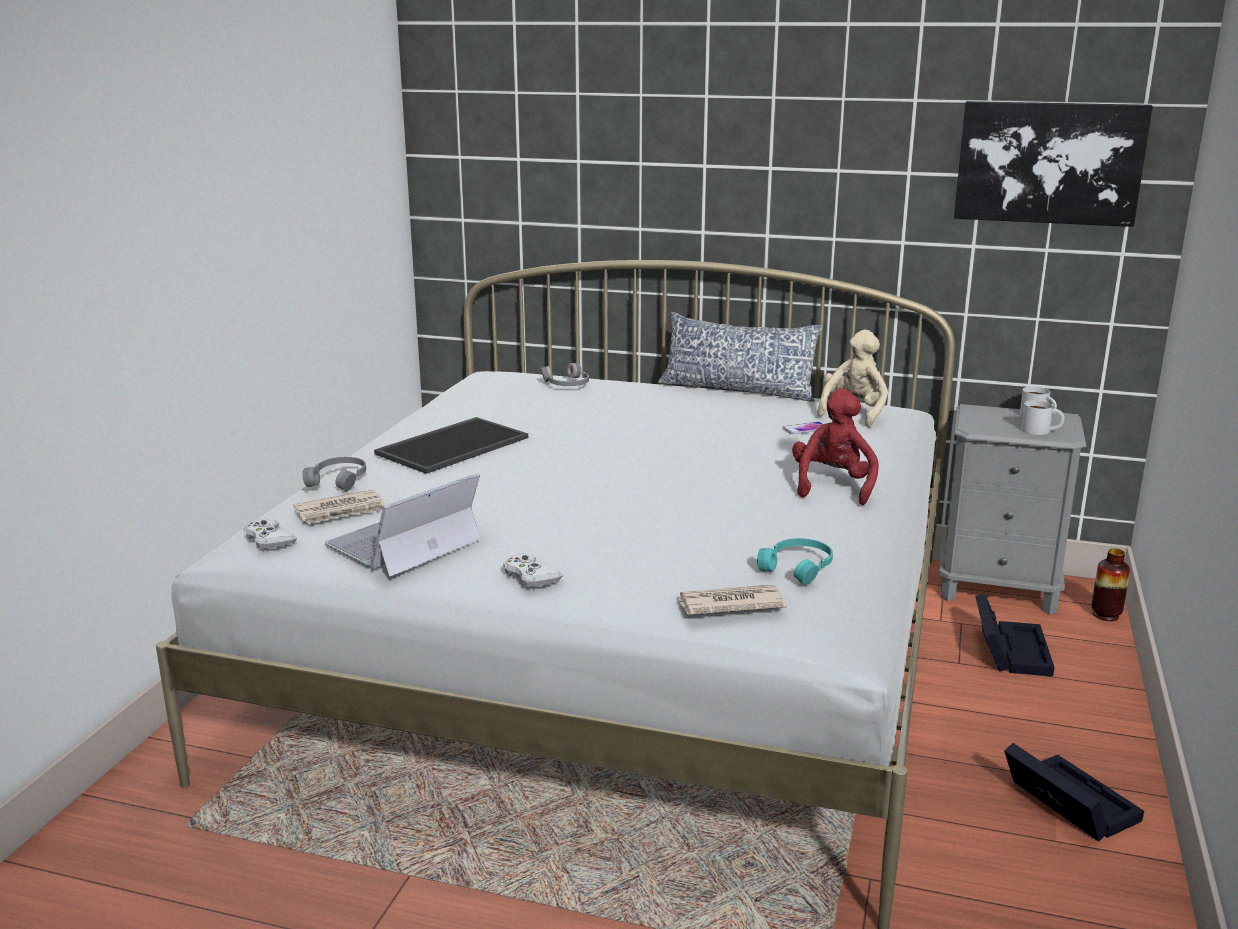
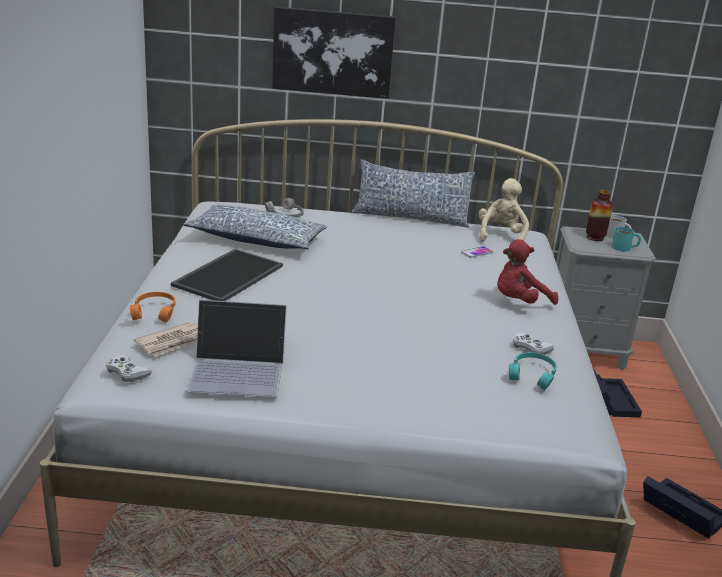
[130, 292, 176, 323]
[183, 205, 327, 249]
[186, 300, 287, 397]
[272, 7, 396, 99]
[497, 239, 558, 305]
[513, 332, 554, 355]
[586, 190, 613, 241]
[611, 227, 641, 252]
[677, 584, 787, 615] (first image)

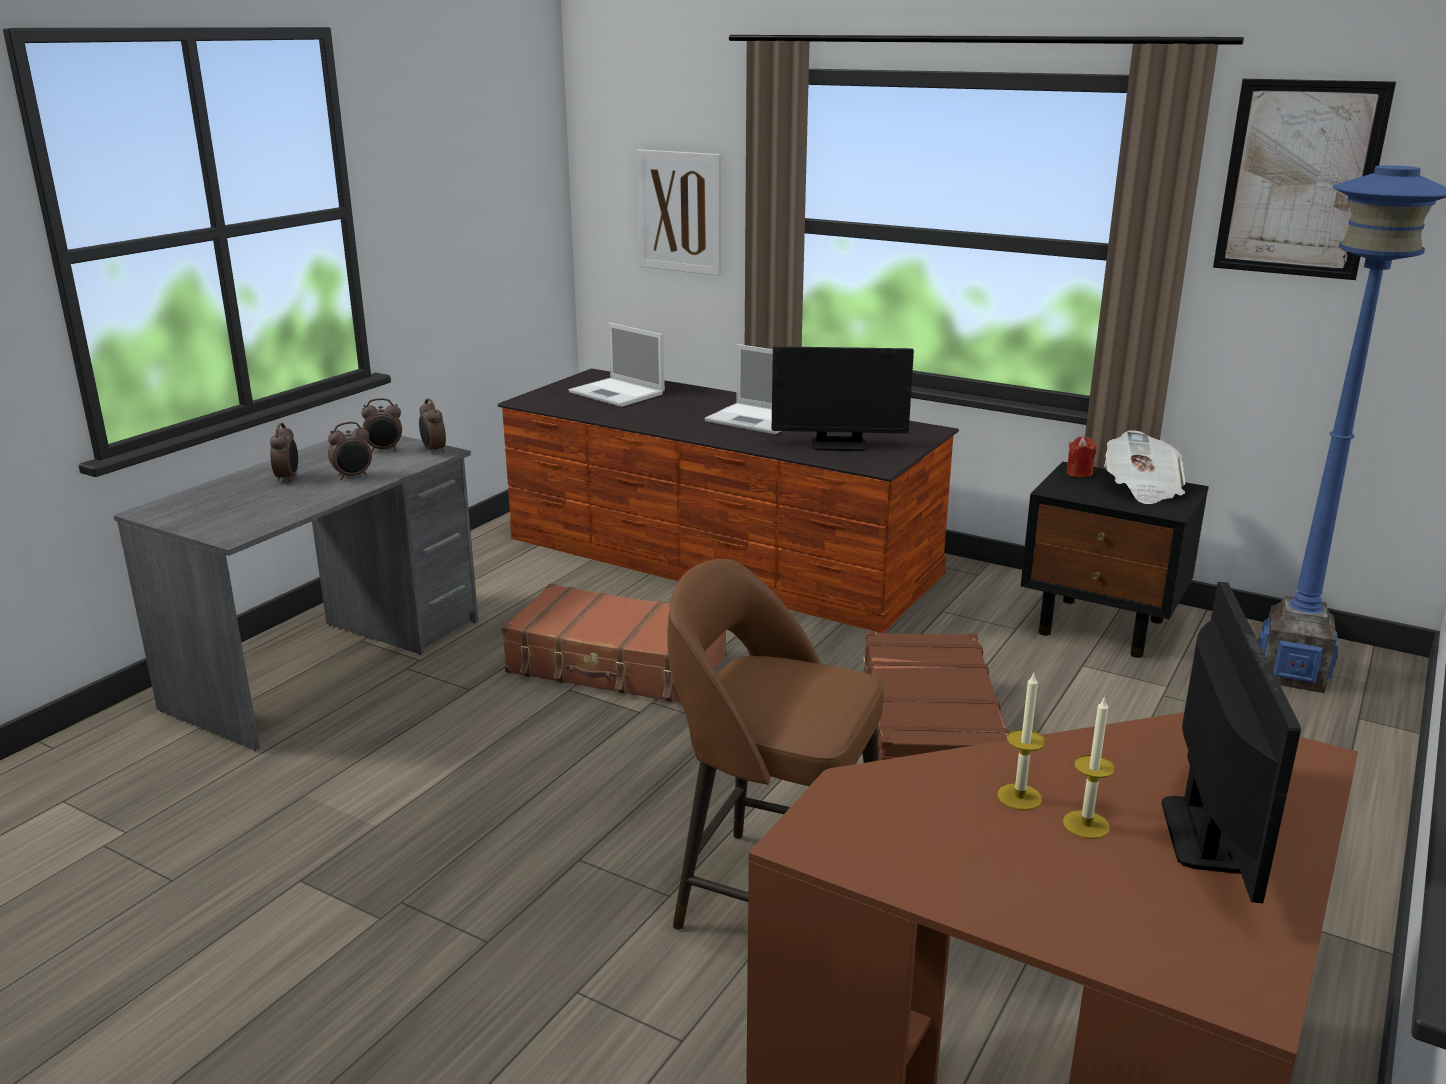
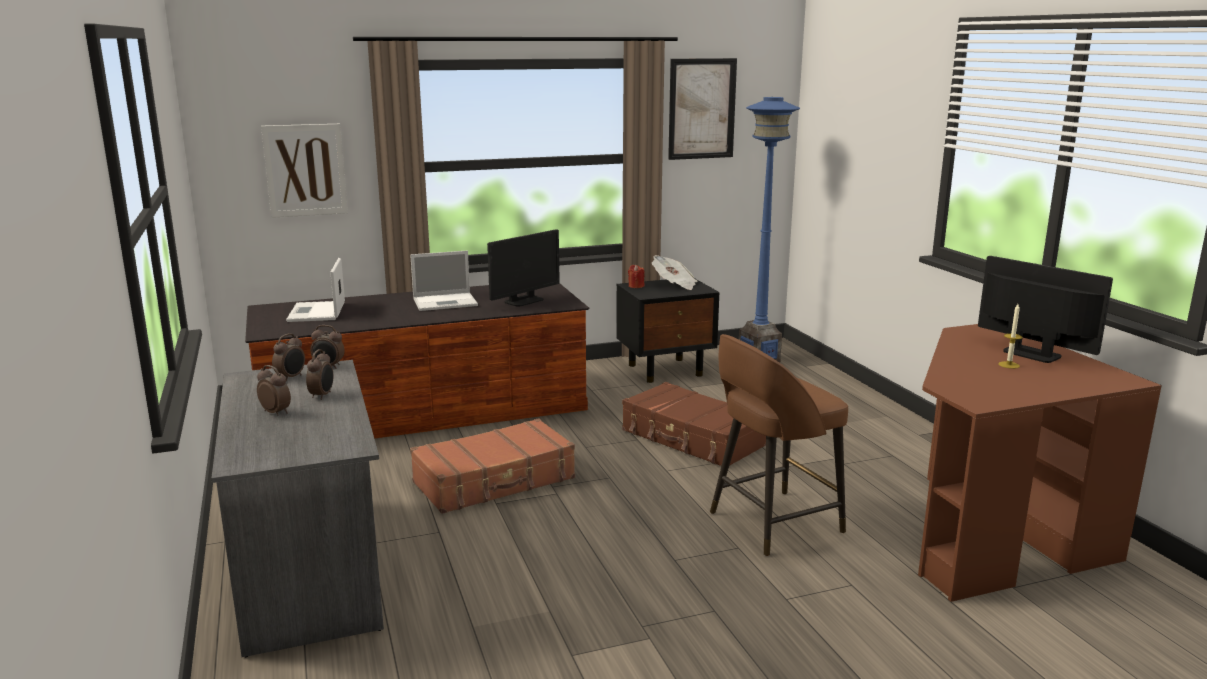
[286, 258, 345, 322]
[997, 673, 1046, 810] (first image)

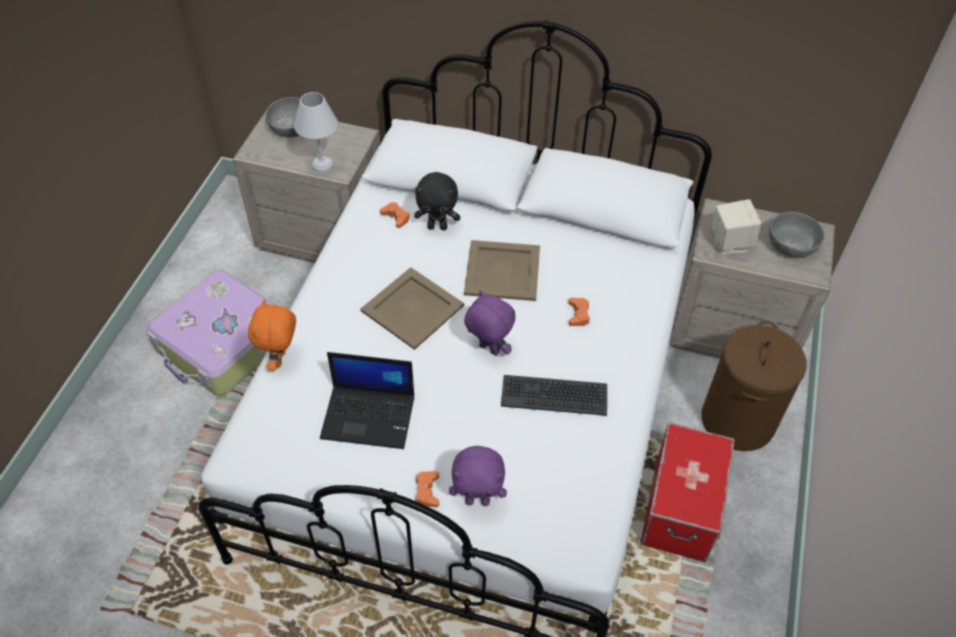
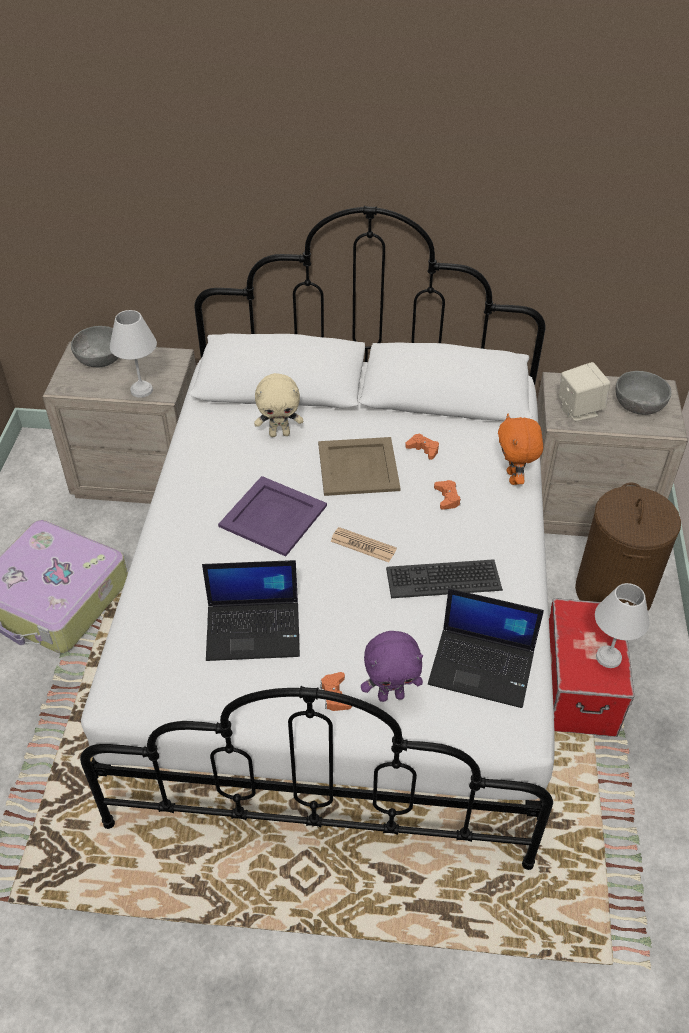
[218, 476, 327, 557]
[254, 373, 303, 437]
[330, 527, 397, 563]
[405, 433, 439, 460]
[428, 588, 544, 708]
[498, 414, 543, 485]
[595, 583, 649, 668]

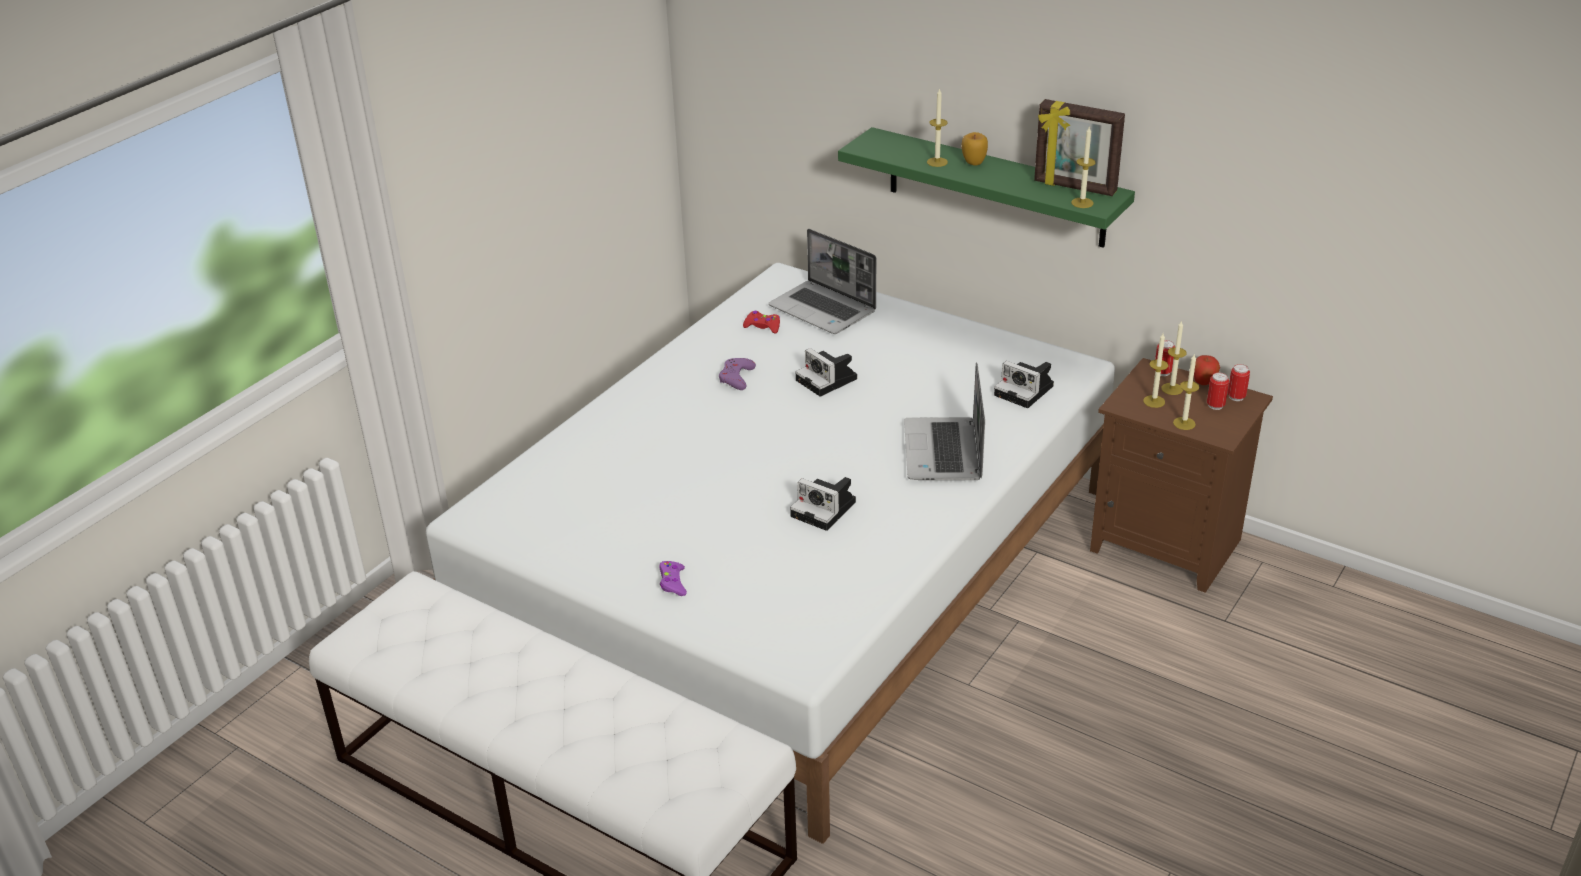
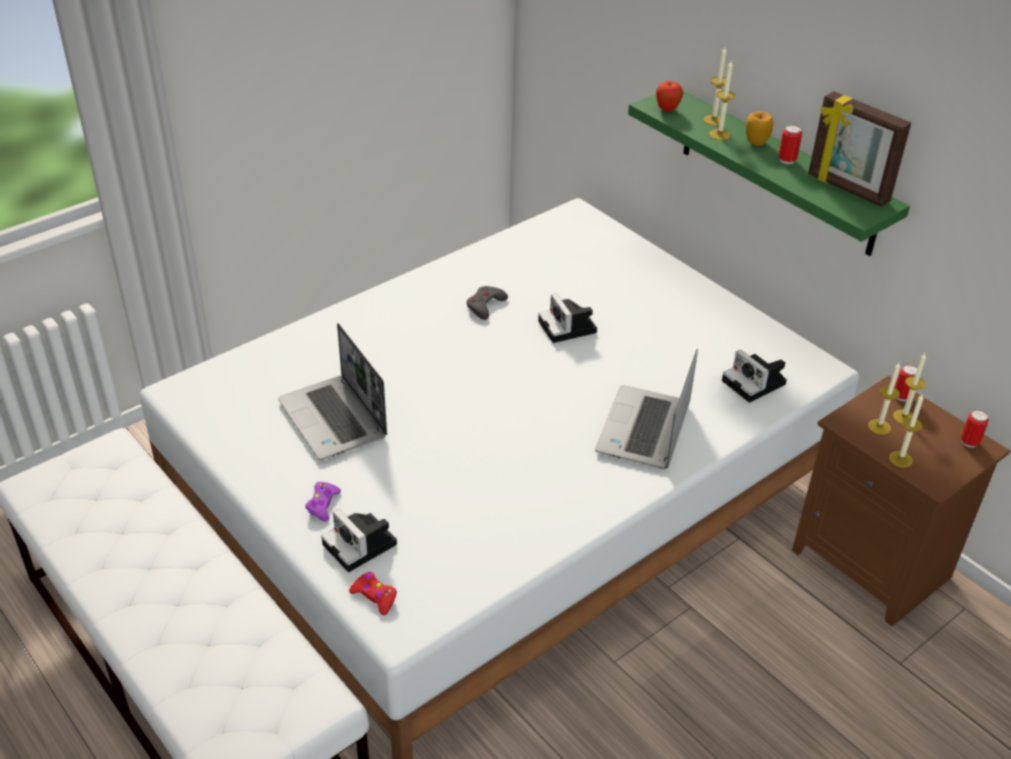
[278, 323, 387, 460]
[321, 509, 397, 572]
[349, 572, 397, 615]
[467, 286, 508, 320]
[656, 81, 683, 111]
[704, 47, 727, 126]
[778, 125, 802, 164]

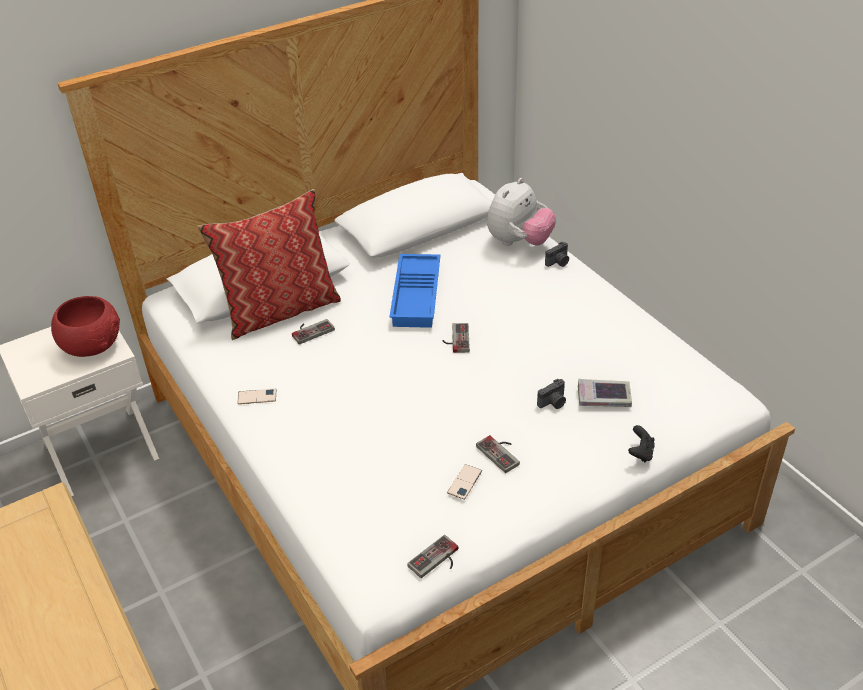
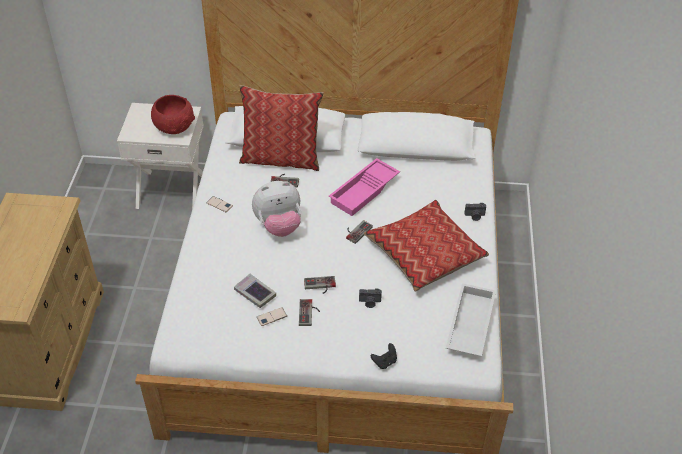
[234, 274, 276, 308]
[252, 181, 301, 237]
[304, 276, 336, 294]
[329, 158, 400, 216]
[364, 200, 489, 292]
[446, 283, 496, 357]

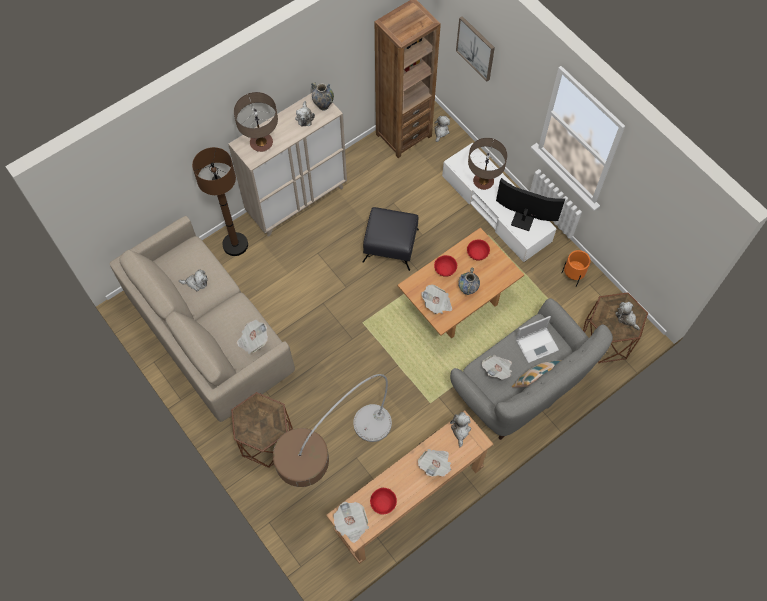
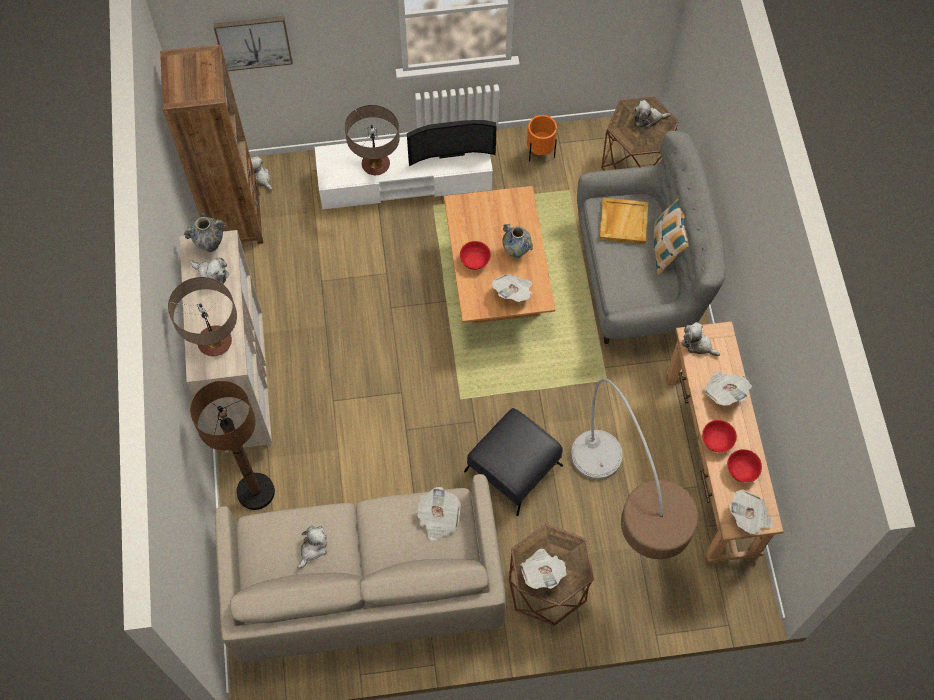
[407, 120, 497, 166]
[464, 408, 563, 516]
[521, 549, 567, 589]
[599, 198, 648, 244]
[702, 420, 737, 453]

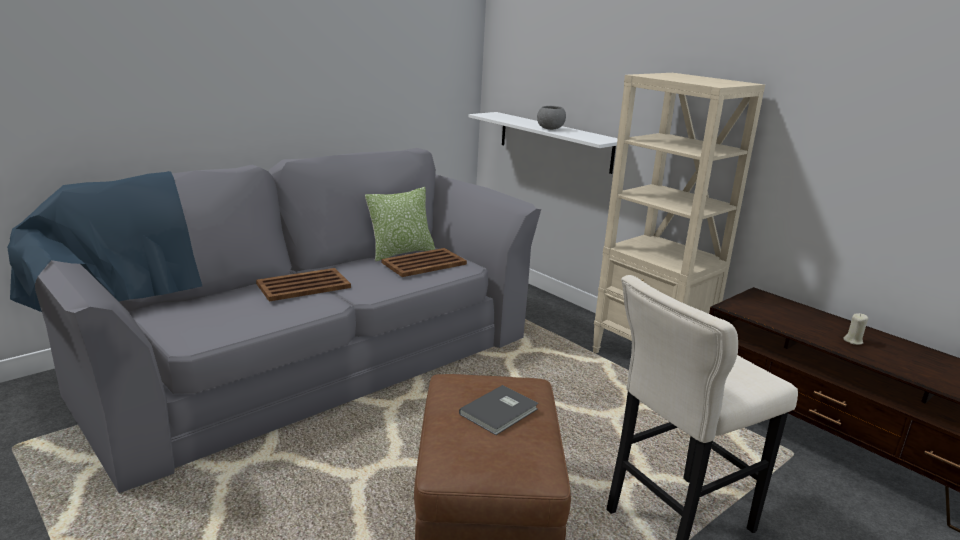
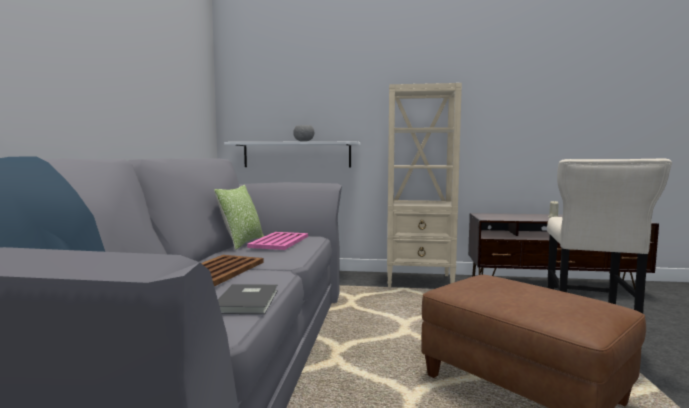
[218, 284, 278, 314]
[247, 232, 308, 250]

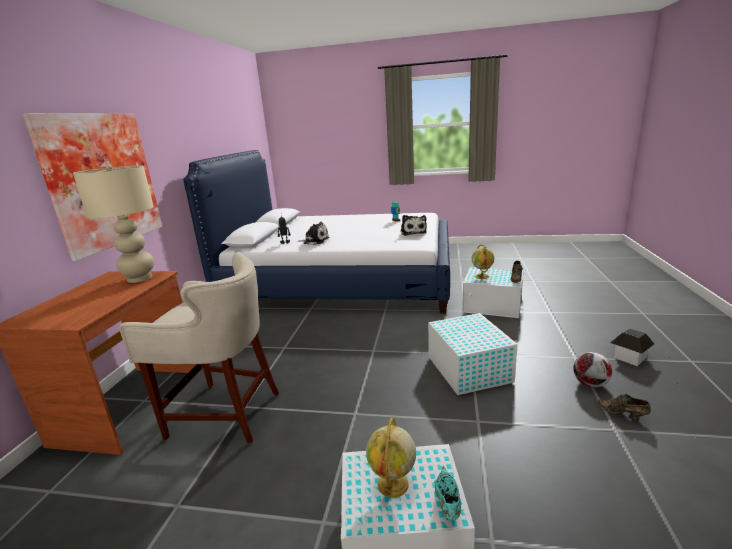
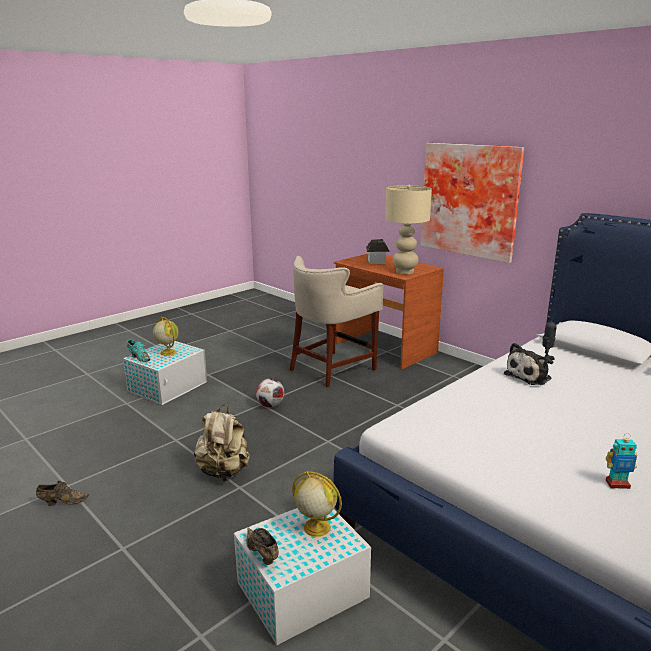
[194, 404, 250, 481]
[256, 378, 284, 408]
[366, 239, 390, 264]
[401, 215, 427, 236] (first image)

